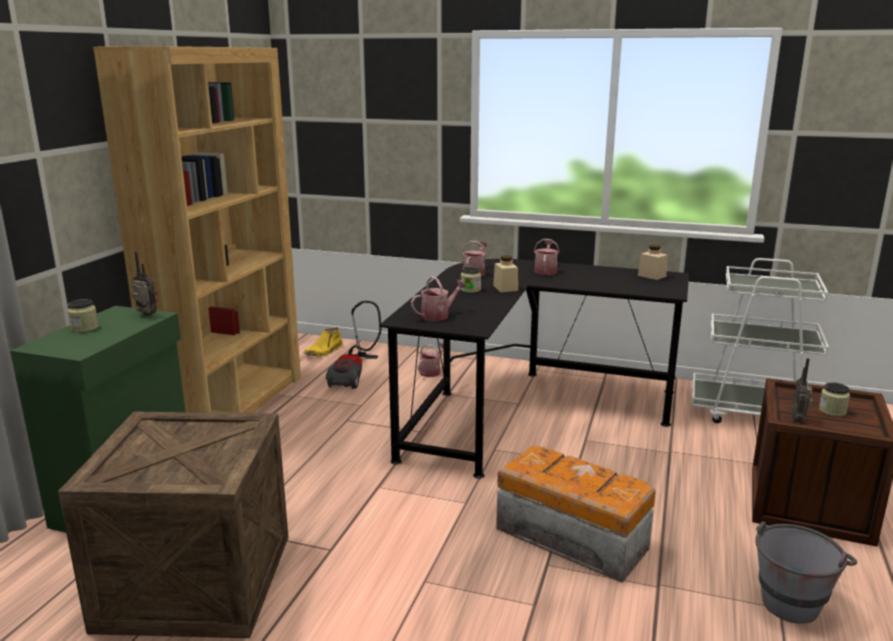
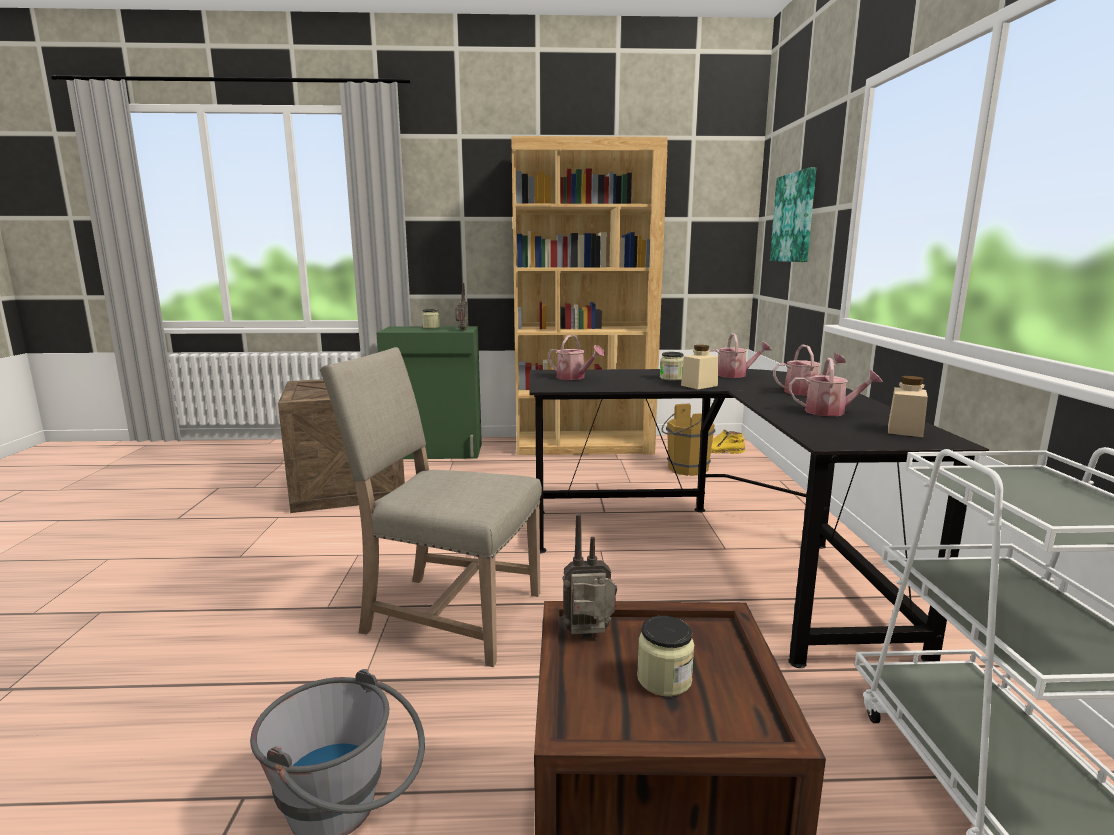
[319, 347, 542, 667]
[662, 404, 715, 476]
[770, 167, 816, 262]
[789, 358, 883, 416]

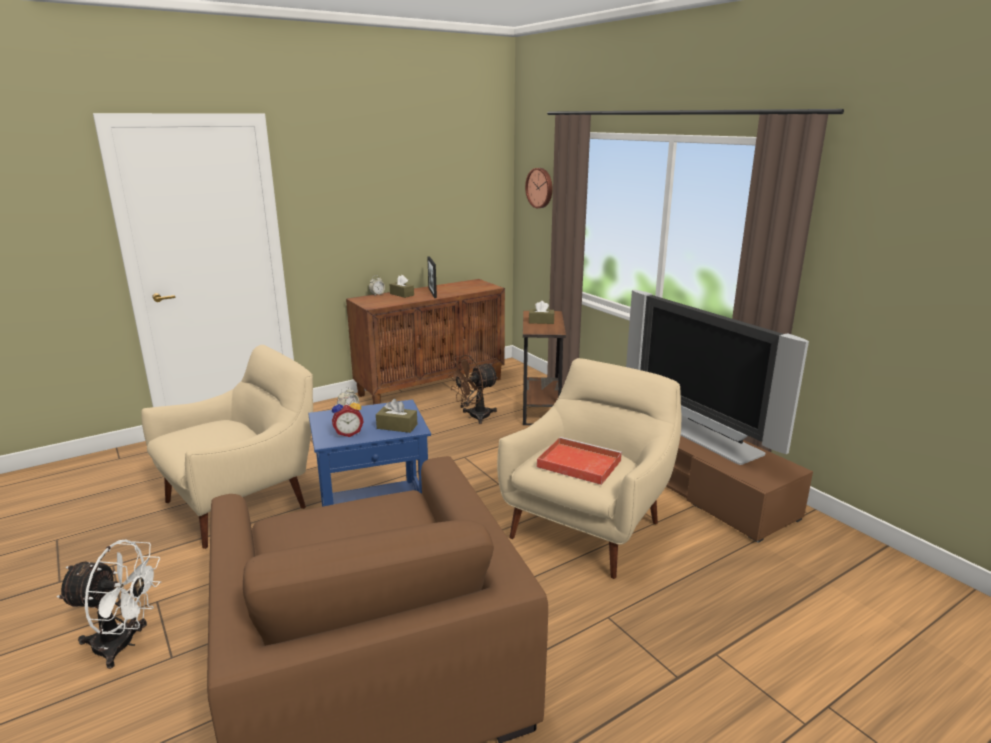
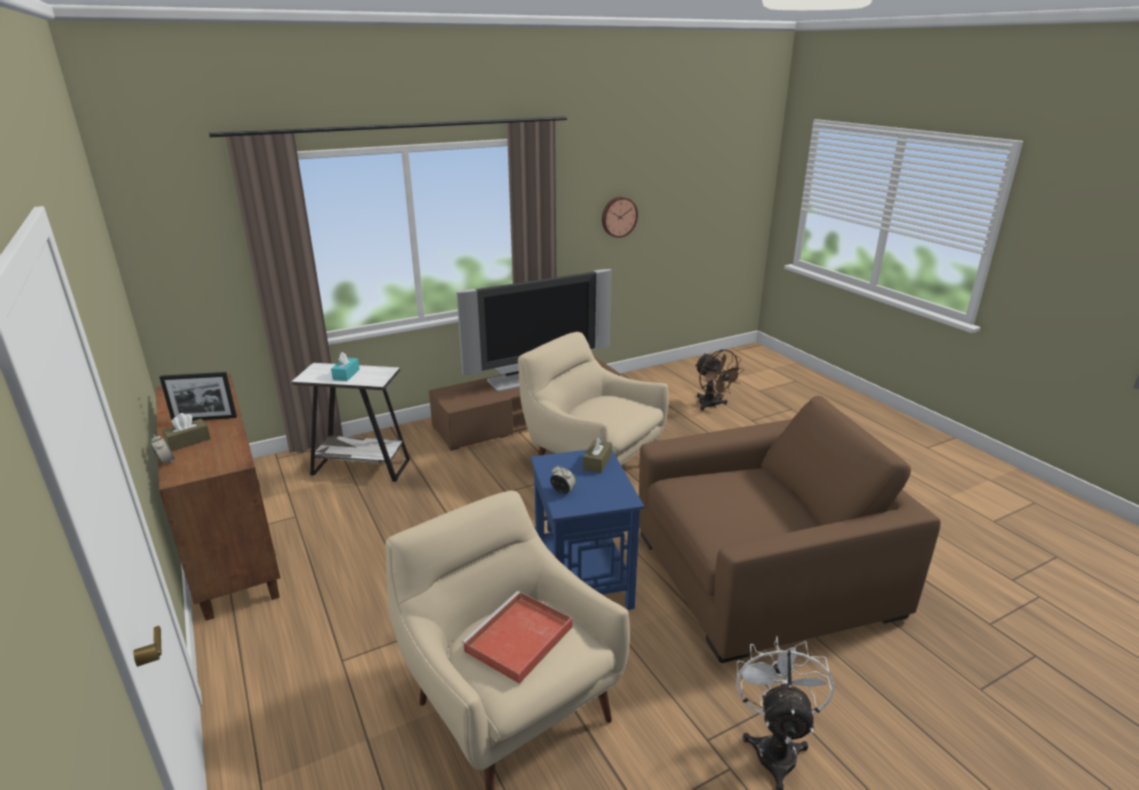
[291, 363, 410, 482]
[331, 352, 360, 381]
[461, 591, 572, 684]
[602, 197, 638, 238]
[695, 349, 744, 411]
[332, 397, 364, 437] (first image)

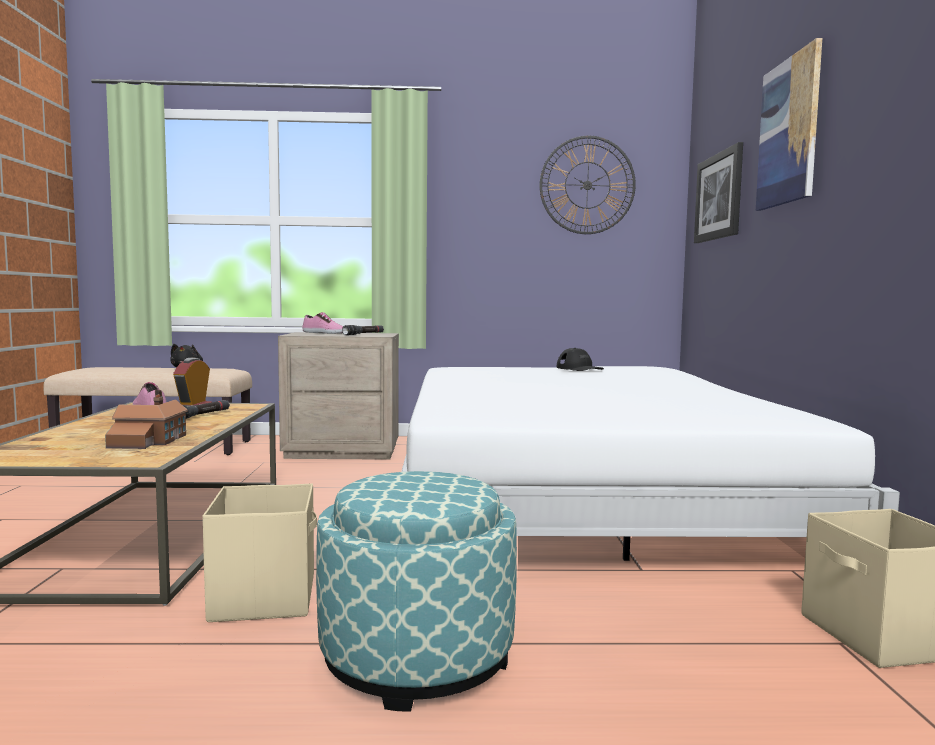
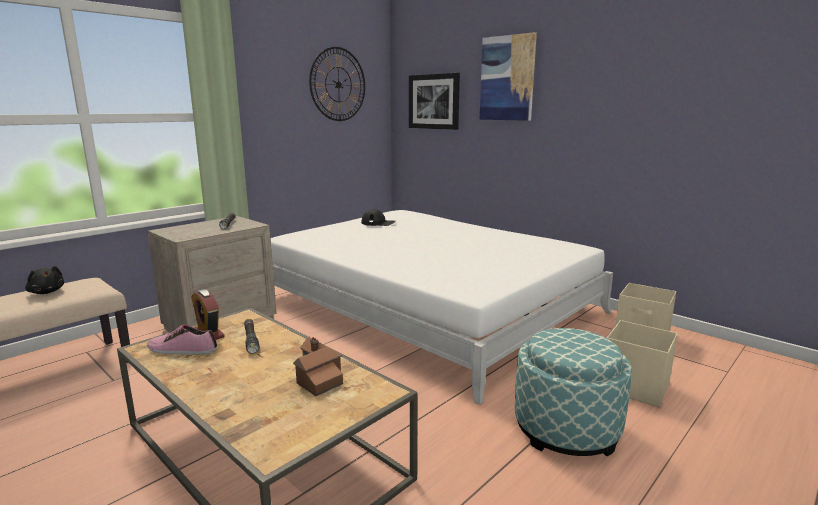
[607, 320, 678, 407]
[302, 312, 343, 334] (first image)

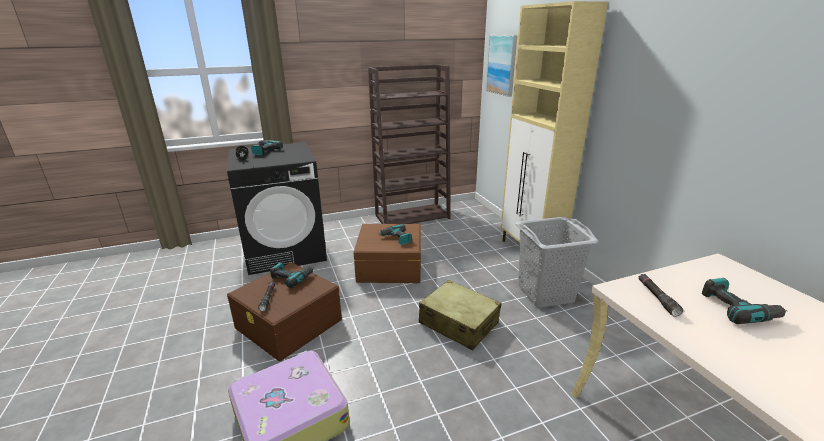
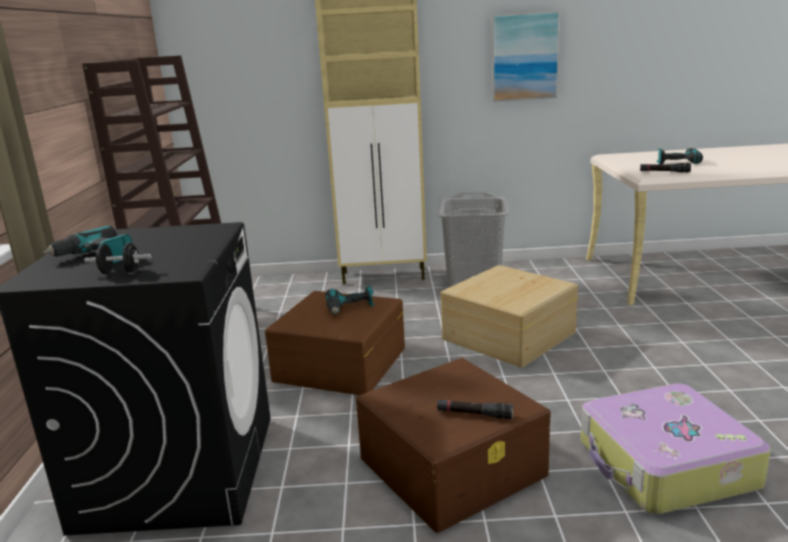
[441, 265, 578, 368]
[492, 11, 560, 102]
[270, 263, 314, 288] (first image)

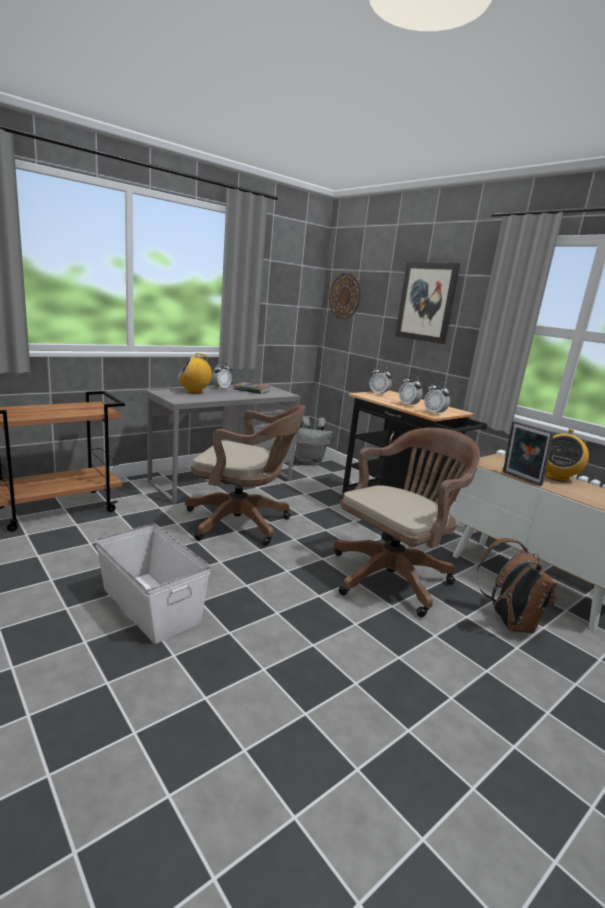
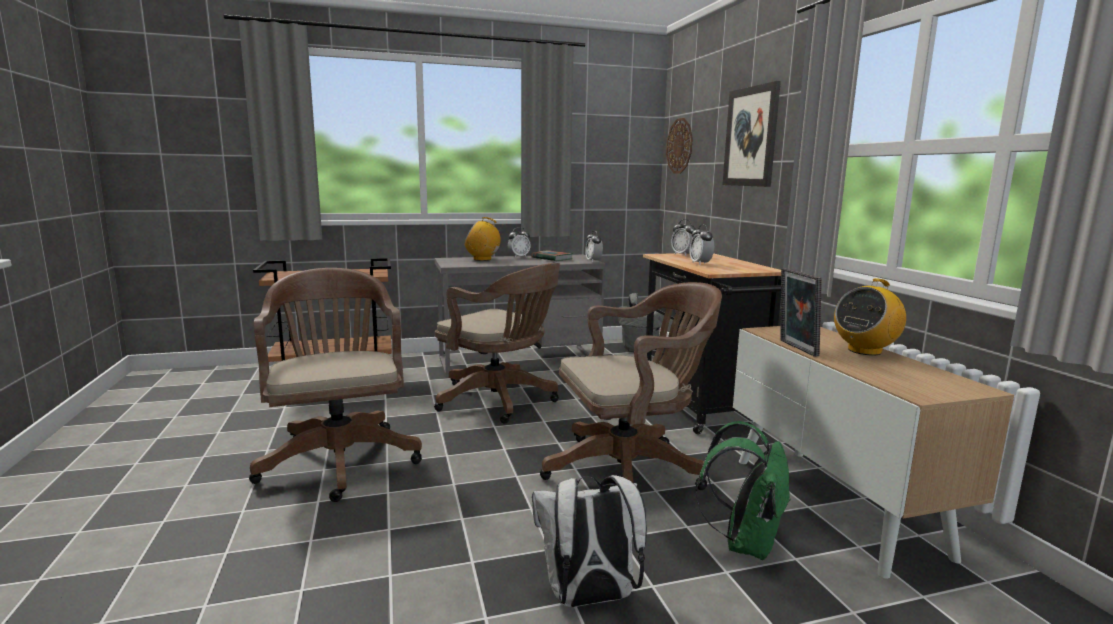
[249, 268, 422, 502]
[532, 475, 647, 607]
[585, 230, 603, 262]
[695, 421, 791, 560]

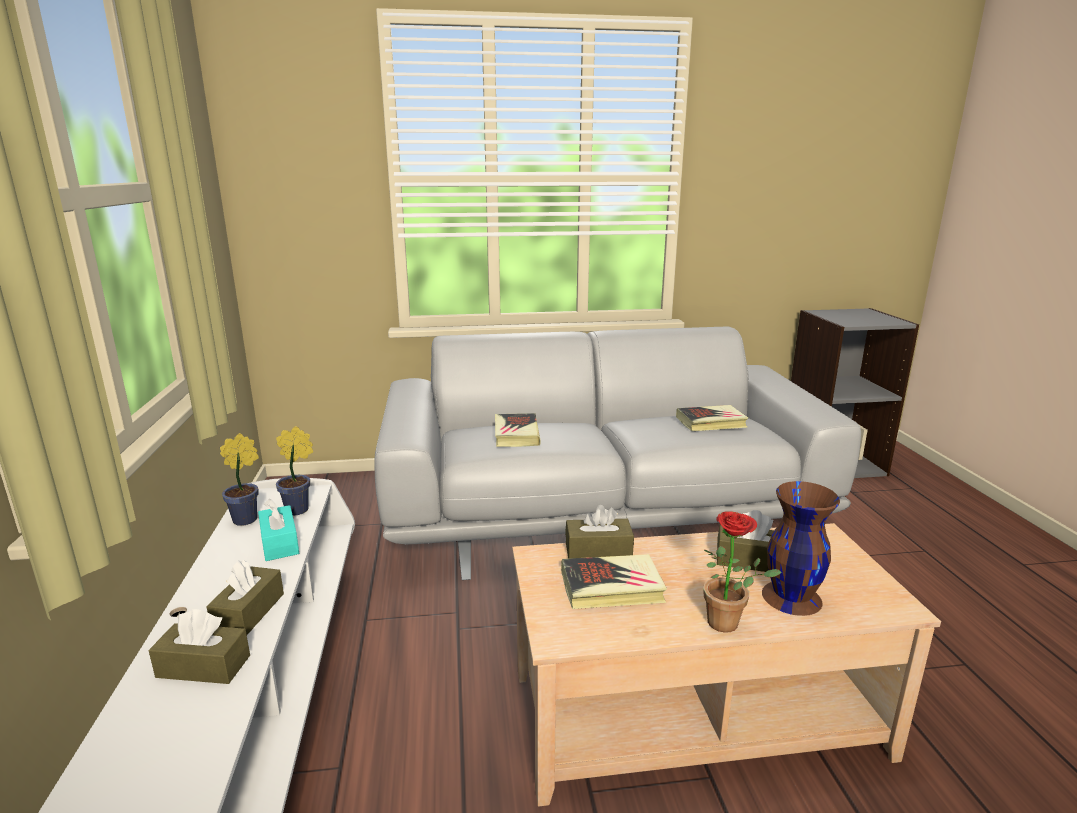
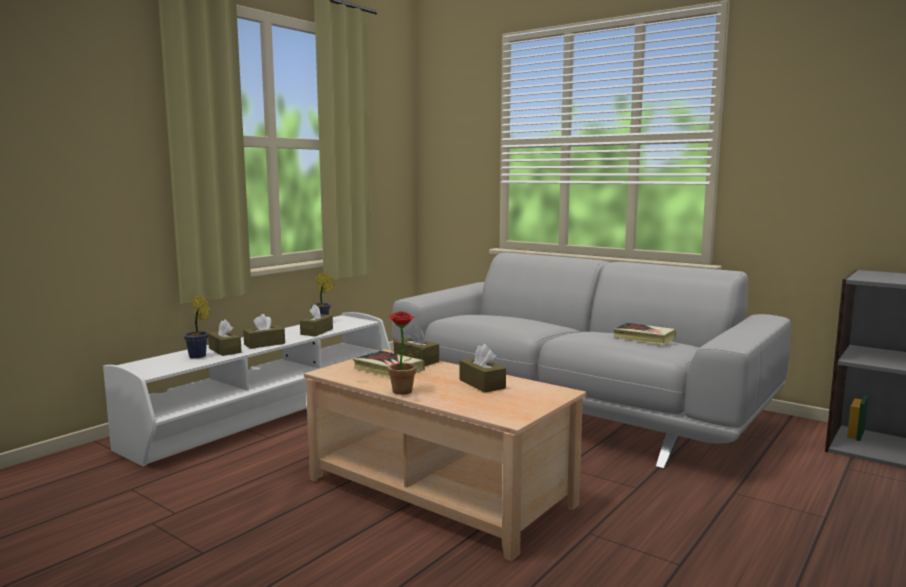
[184, 295, 210, 358]
[300, 304, 333, 336]
[495, 413, 541, 447] (first image)
[762, 481, 840, 616] (first image)

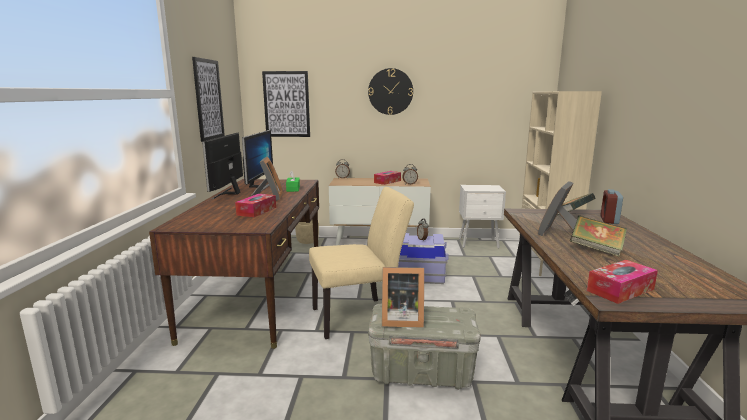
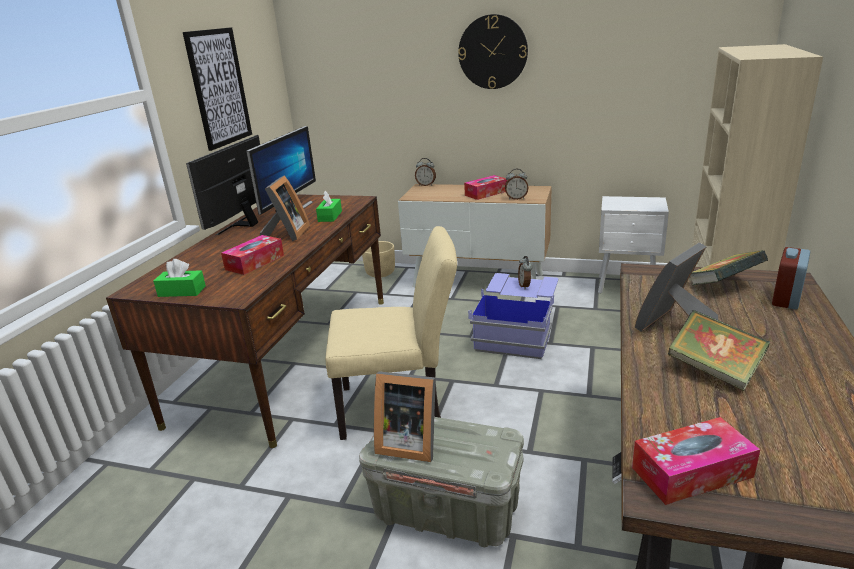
[153, 259, 206, 297]
[262, 71, 310, 137] (first image)

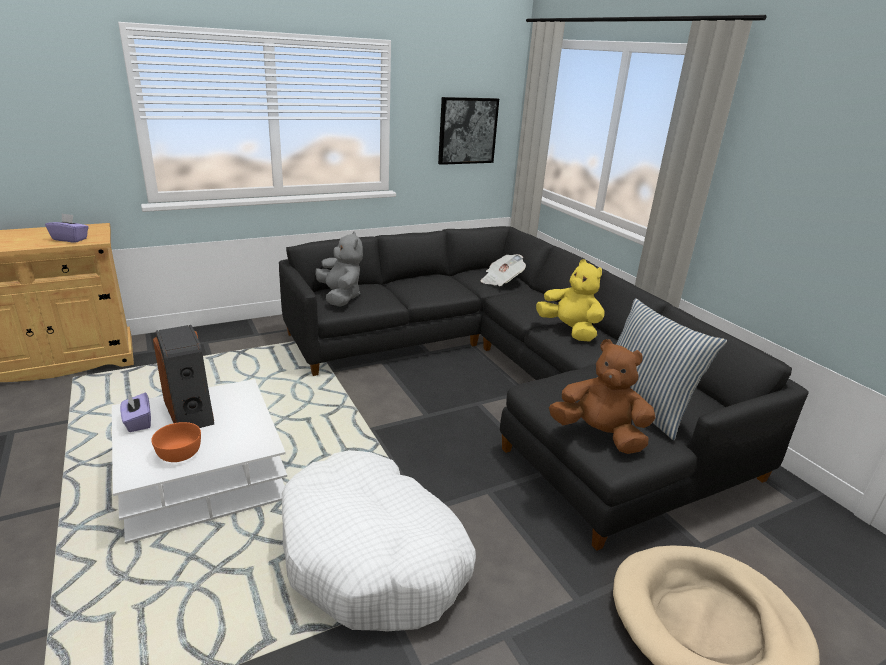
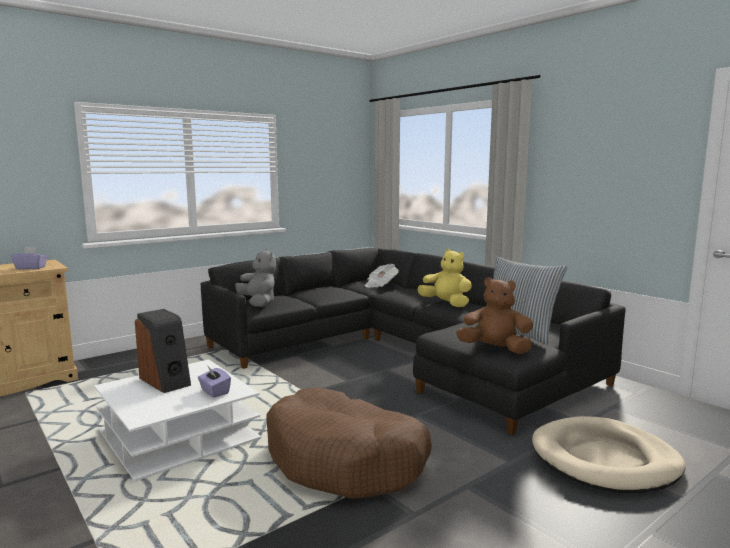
[198, 367, 231, 397]
[266, 387, 432, 499]
[151, 422, 201, 462] (first image)
[438, 97, 499, 165] (first image)

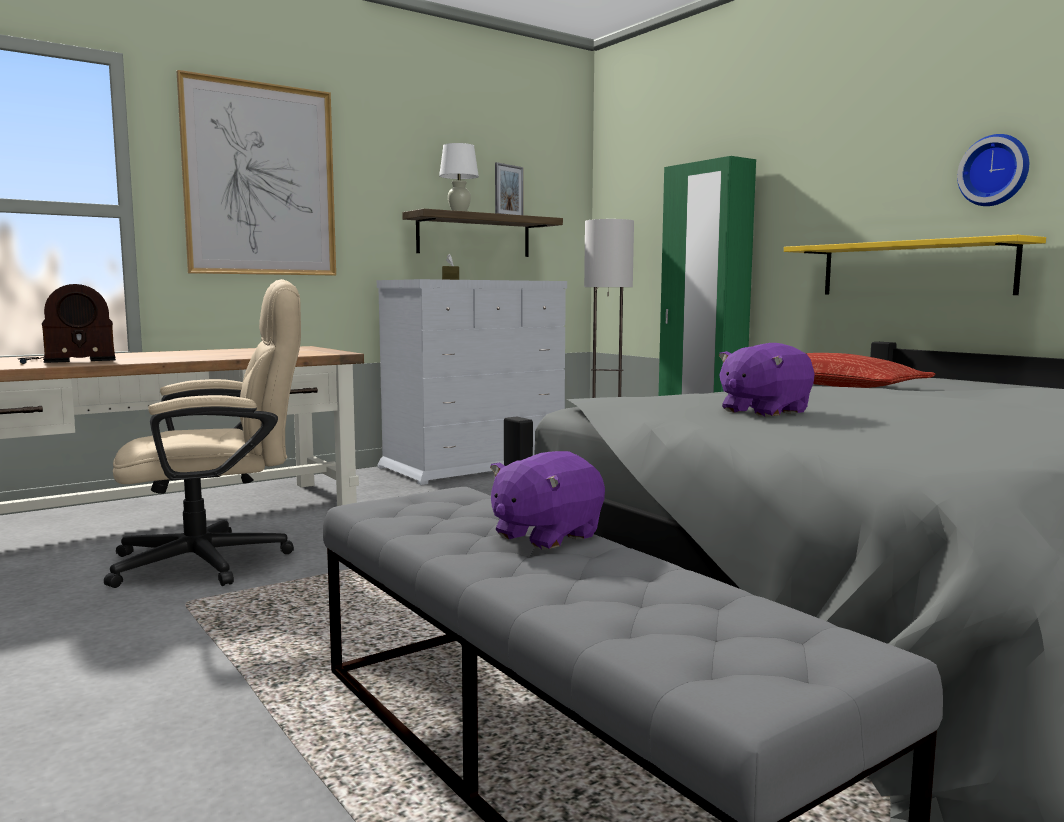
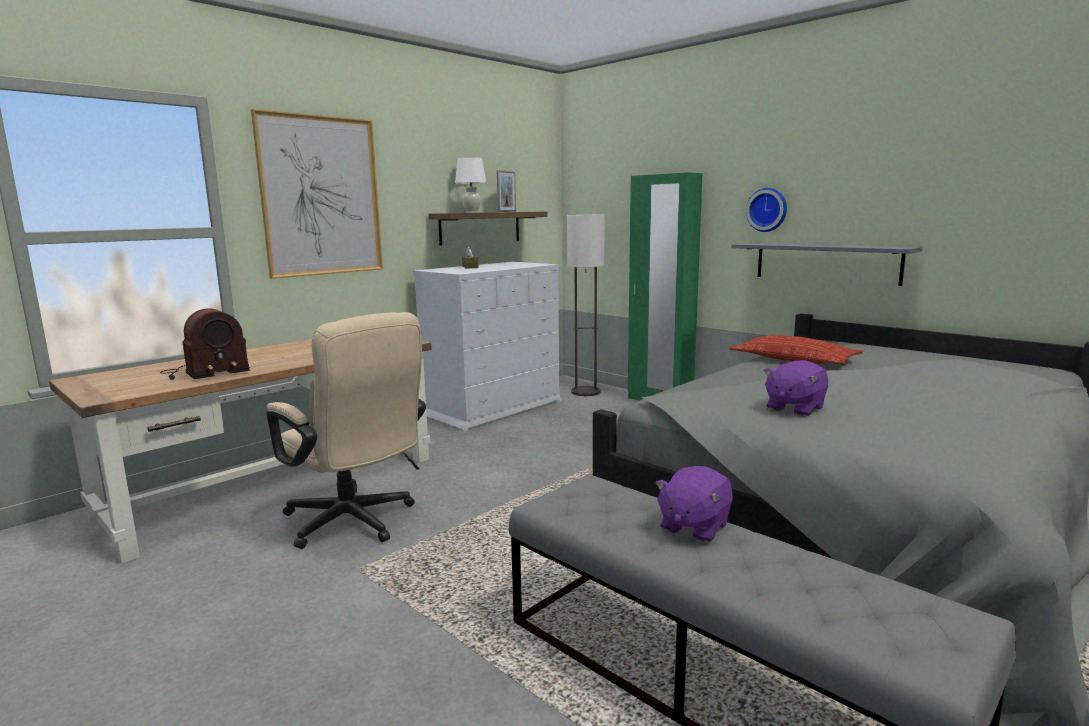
[267, 312, 426, 549]
[731, 243, 923, 286]
[746, 188, 787, 232]

